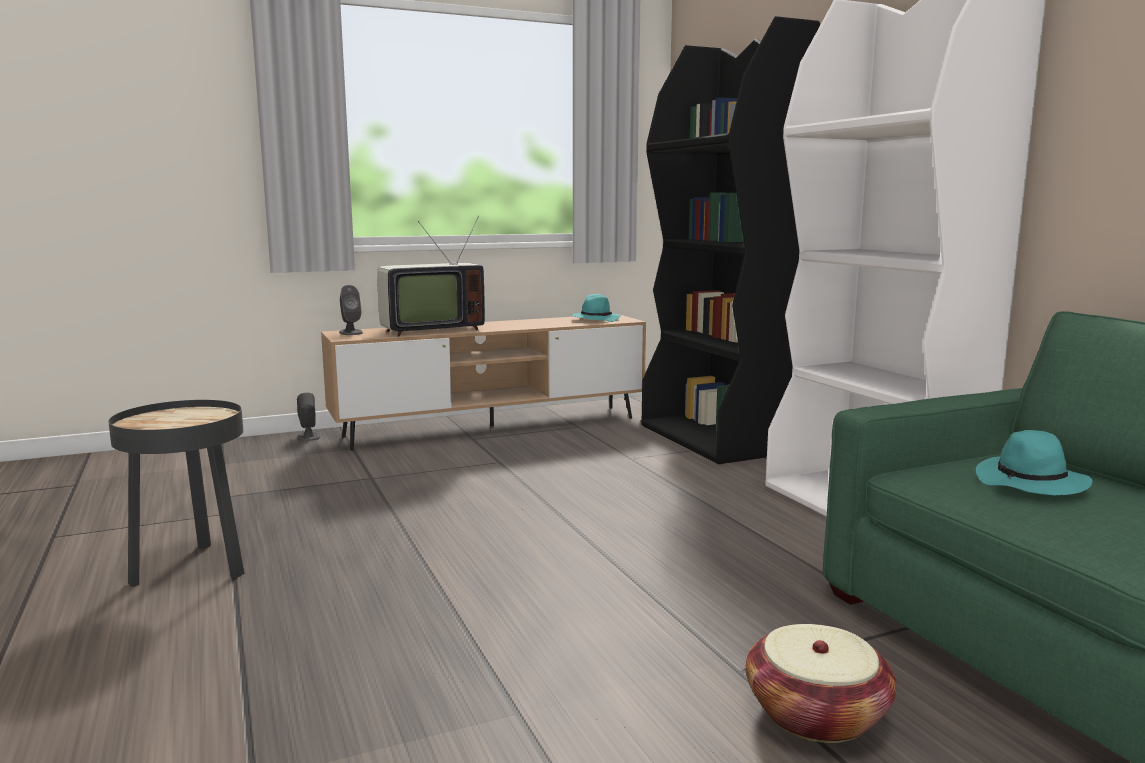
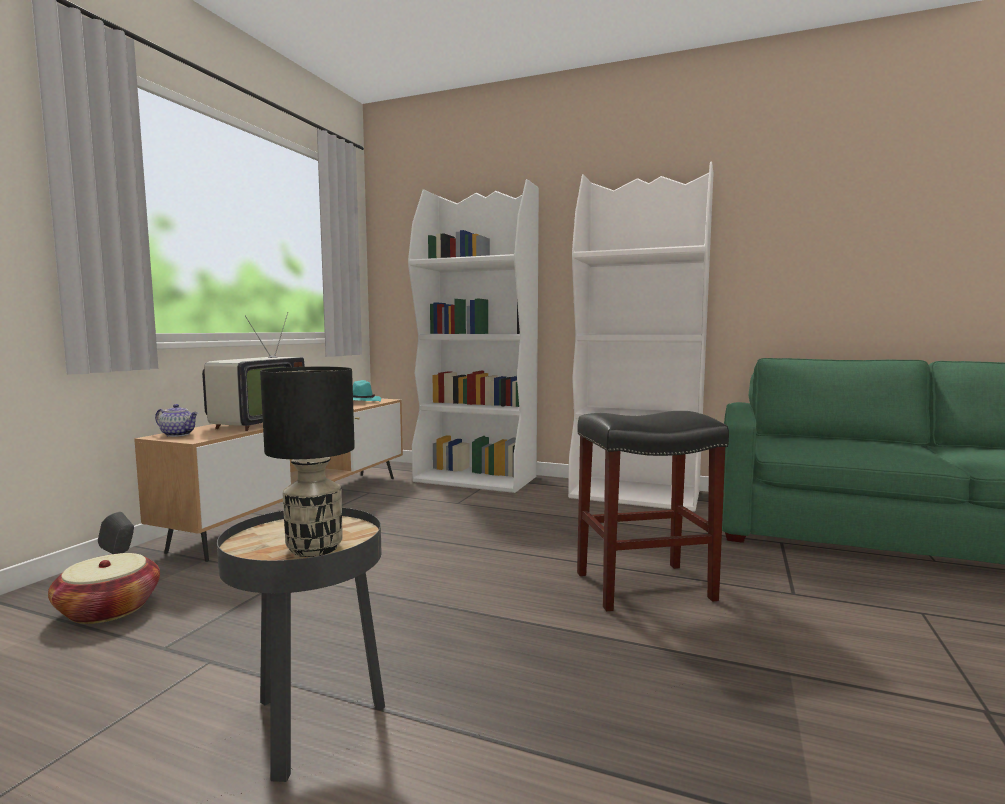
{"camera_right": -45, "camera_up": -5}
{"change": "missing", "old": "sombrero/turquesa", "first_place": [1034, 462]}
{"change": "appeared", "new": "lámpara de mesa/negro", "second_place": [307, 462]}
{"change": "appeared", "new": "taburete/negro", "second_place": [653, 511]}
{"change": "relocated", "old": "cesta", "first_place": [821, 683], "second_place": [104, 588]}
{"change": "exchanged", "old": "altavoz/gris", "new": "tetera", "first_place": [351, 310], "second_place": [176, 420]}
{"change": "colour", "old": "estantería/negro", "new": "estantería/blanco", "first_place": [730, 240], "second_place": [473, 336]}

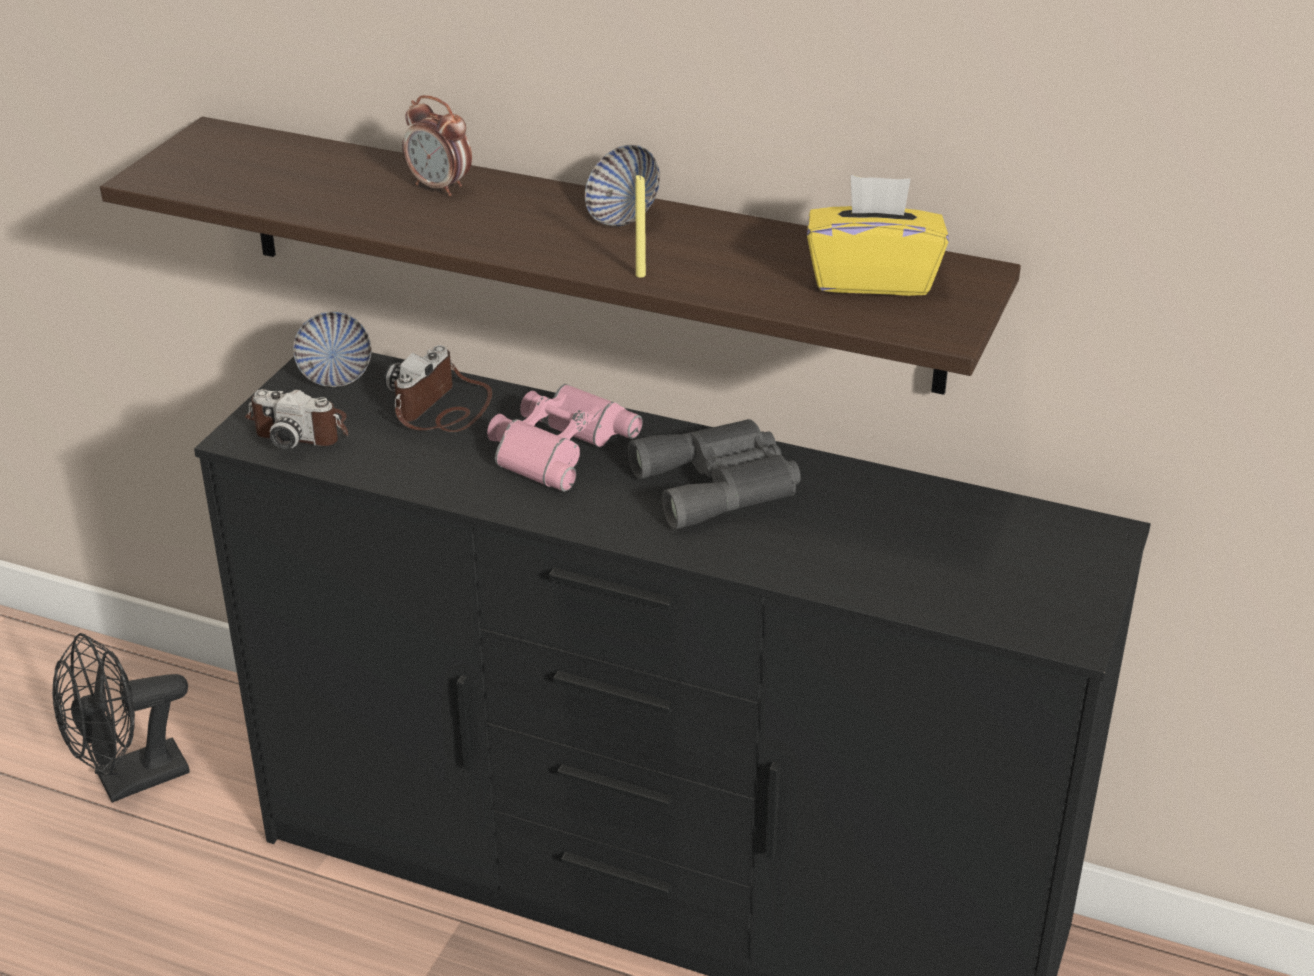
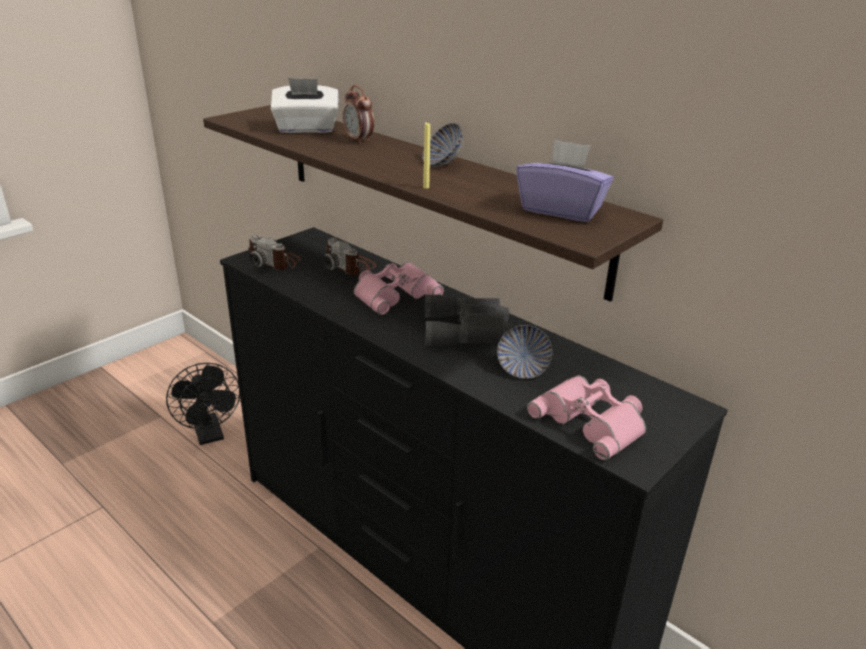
{"camera_right": 20, "camera_up": -5}
{"change": "appeared", "new": "caja de pañuelos/blanco", "second_place": [305, 105]}
{"change": "appeared", "new": "prismáticos/rosa", "second_place": [586, 417]}
{"change": "relocated", "old": "cuenco", "first_place": [332, 349], "second_place": [524, 352]}
{"change": "colour", "old": "caja de pañuelos/amarillo", "new": "caja de pañuelos/morado", "first_place": [877, 235], "second_place": [565, 180]}
{"change": "spun", "old": "ventilador/negro", "first_place": [121, 718], "second_place": [203, 404], "degrees": -105}
{"change": "spun", "old": "cámara", "first_place": [438, 388], "second_place": [349, 256], "degrees": -90}

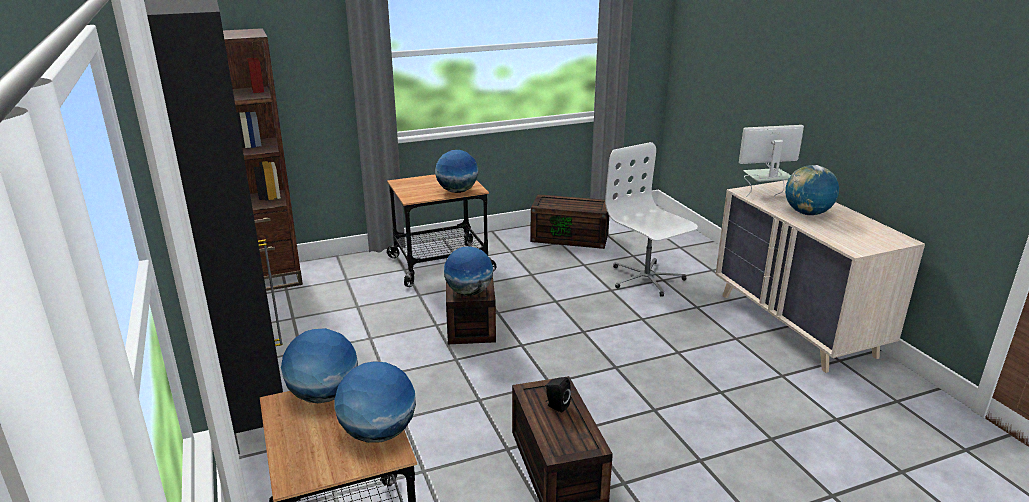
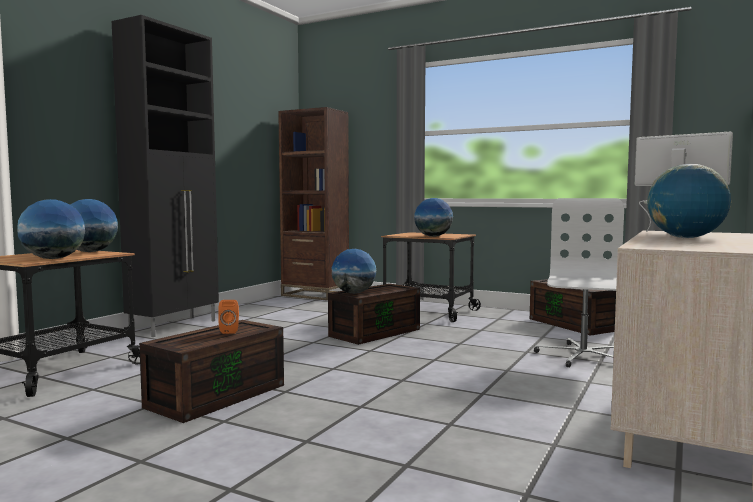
{"camera_right": 50, "camera_up": -20}
{"change": "colour", "old": "altavoz/negro", "new": "altavoz/naranja", "first_place": [558, 395], "second_place": [228, 317]}

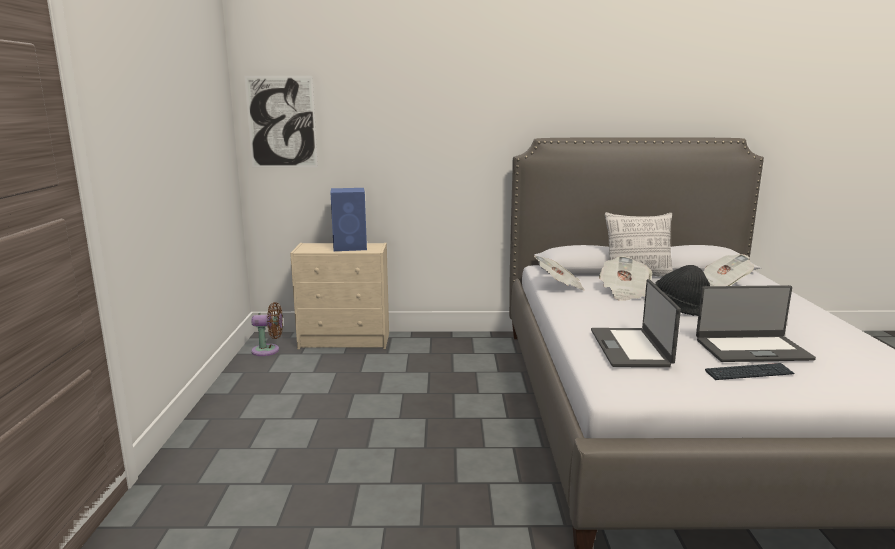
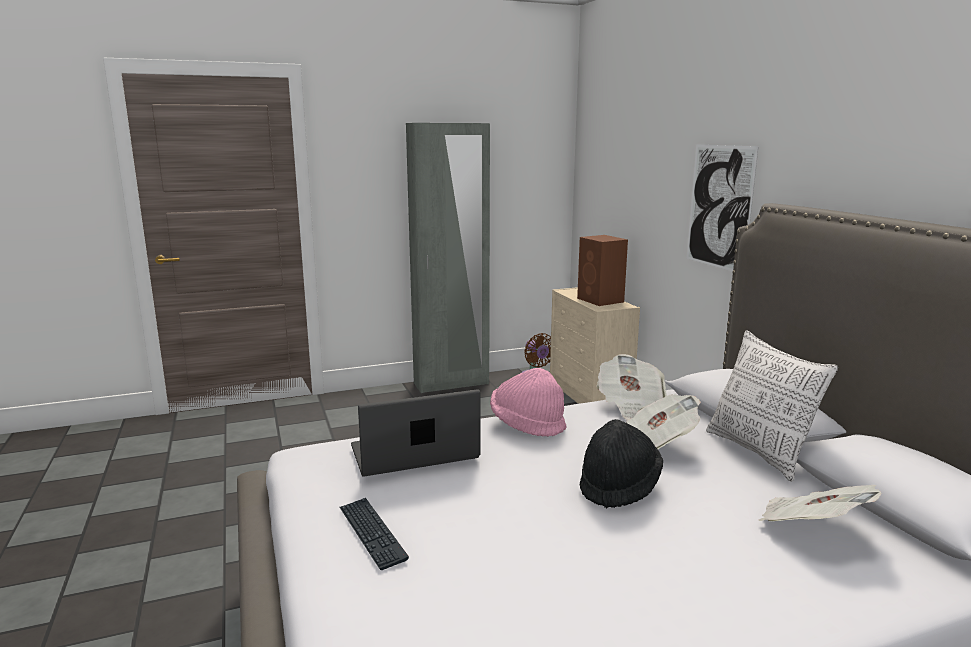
{"camera_right": 70, "camera_up": 0}
{"change": "missing", "old": "portátil", "first_place": [756, 323]}
{"change": "appeared", "new": "armario ropero/gris", "second_place": [448, 258]}
{"change": "appeared", "new": "sombrero/rosa", "second_place": [528, 402]}
{"change": "relocated", "old": "cuadro", "first_place": [281, 121], "second_place": [723, 207]}
{"change": "colour", "old": "altavoz/azul", "new": "altavoz/marrón", "first_place": [349, 219], "second_place": [602, 270]}

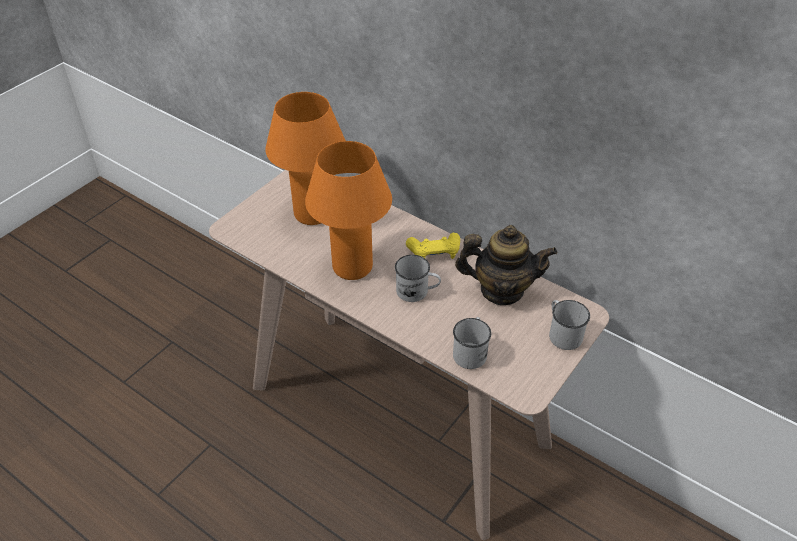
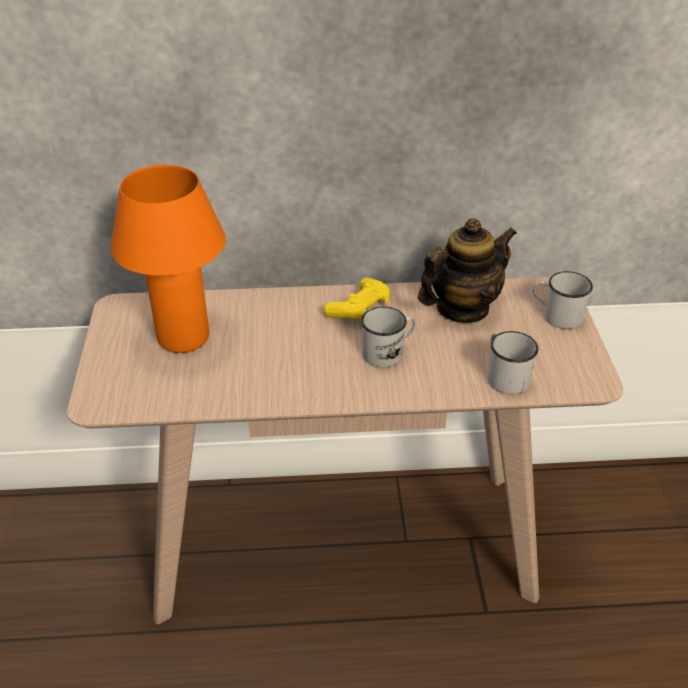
{"camera_right": -40, "camera_up": -5}
{"change": "missing", "old": "lámpara de mesa/naranja", "first_place": [348, 210]}

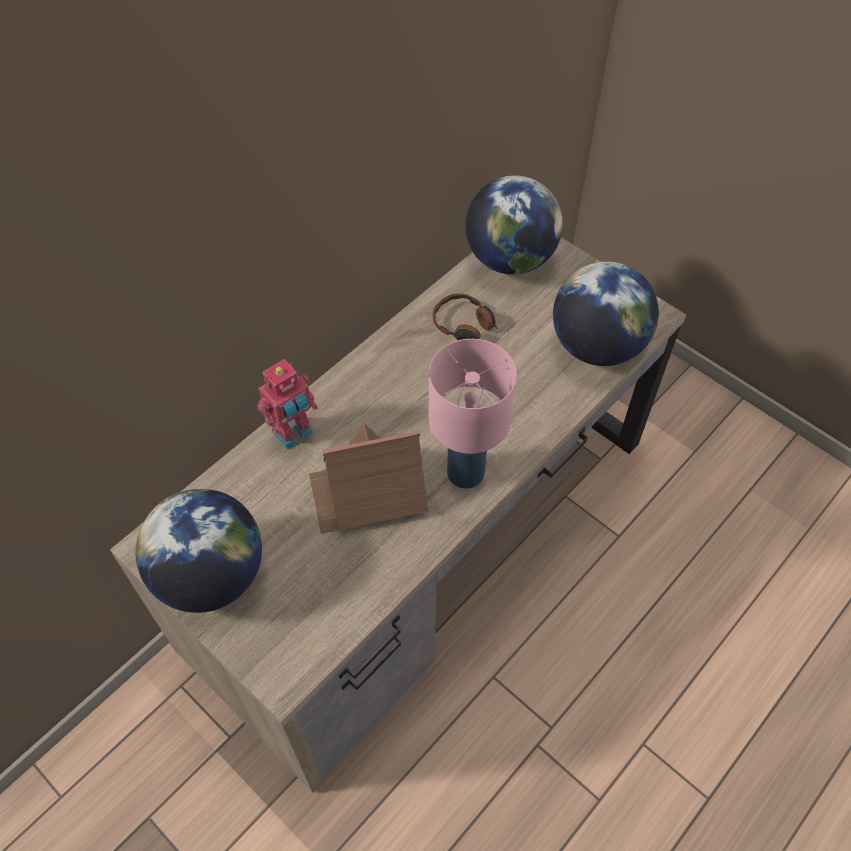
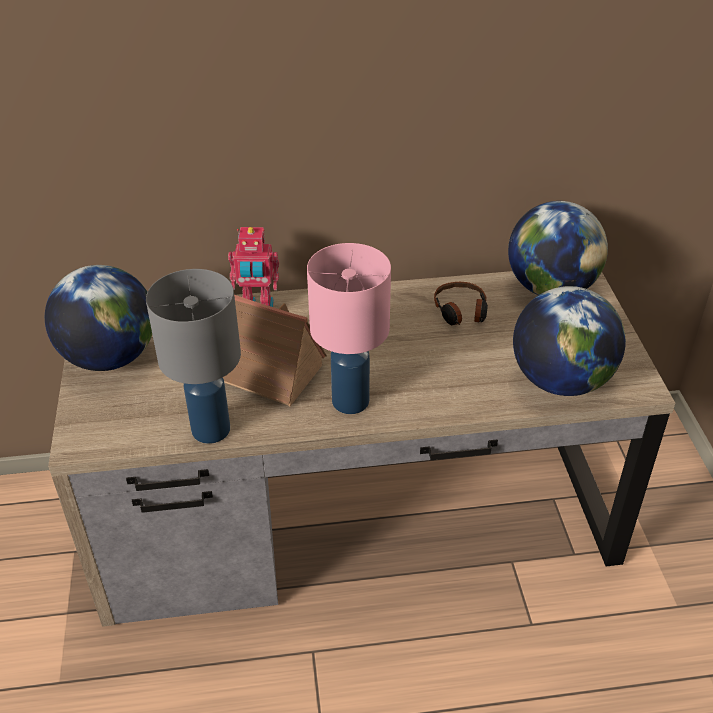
{"camera_right": 40, "camera_up": -15}
{"change": "appeared", "new": "lámpara de mesa/gris", "second_place": [193, 356]}

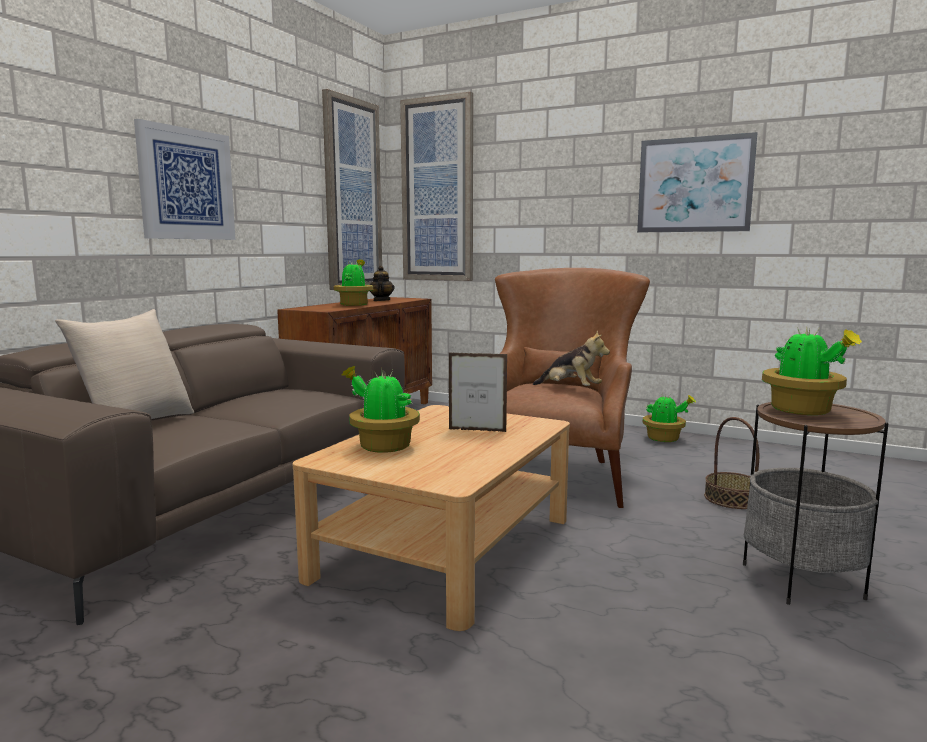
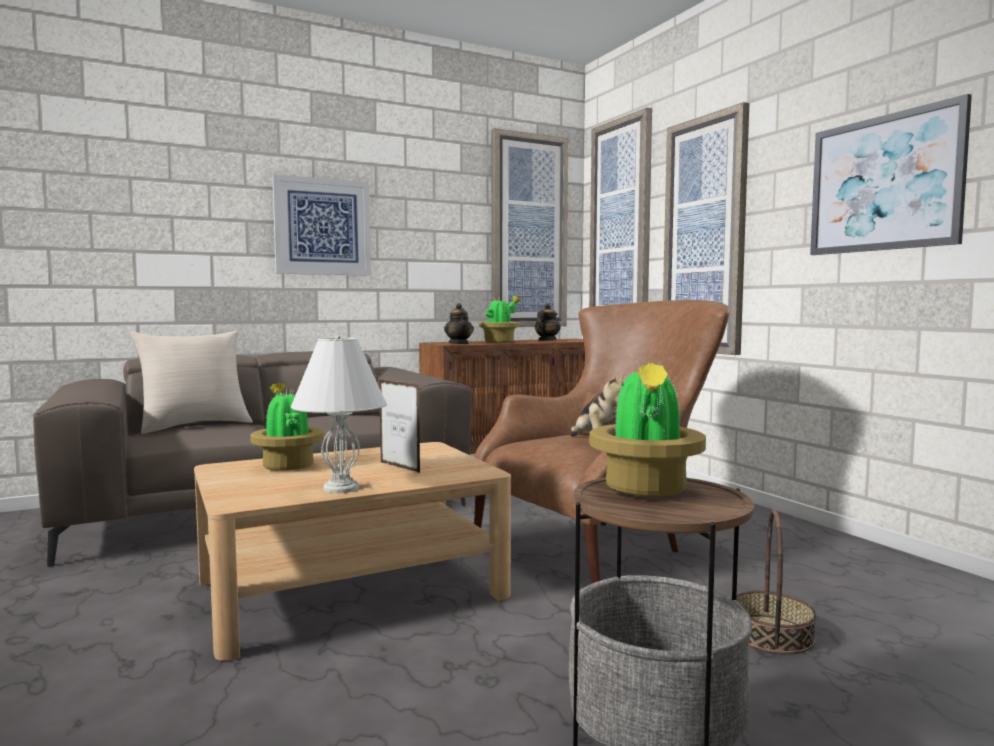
{"camera_right": 35, "camera_up": -5}
{"change": "missing", "old": "planta en maceta", "first_place": [670, 417]}
{"change": "appeared", "new": "lámpara de mesa/blanco", "second_place": [339, 414]}
{"change": "appeared", "new": "tetera", "second_place": [459, 323]}
{"change": "appeared", "new": "cuadro", "second_place": [706, 228]}

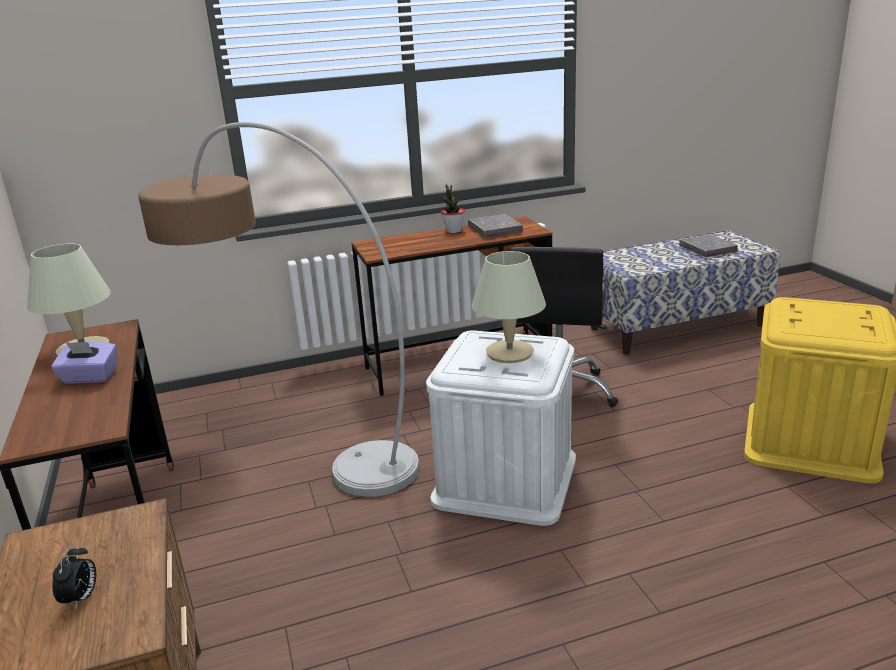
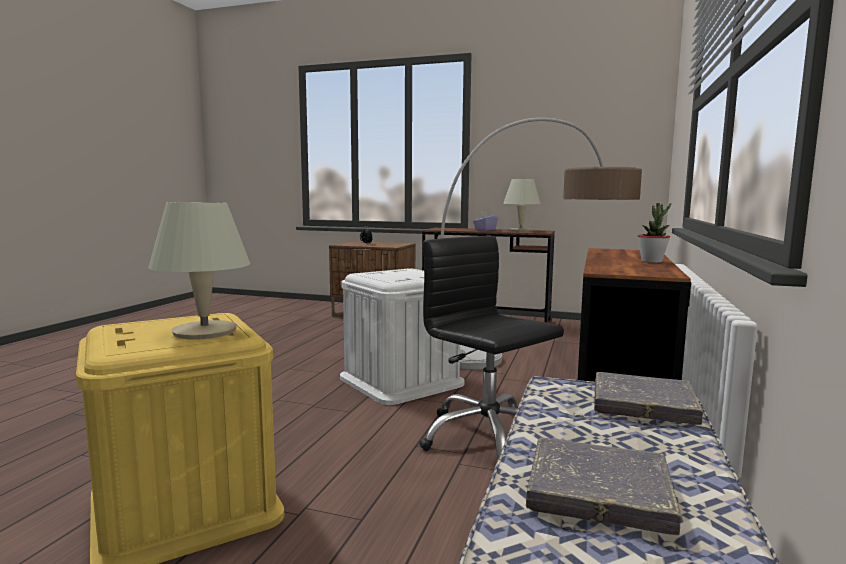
{"camera_right": 125, "camera_up": -15}
{"change": "relocated", "old": "libro/gris", "first_place": [495, 225], "second_place": [648, 398]}
{"change": "relocated", "old": "lámpara de mesa/beis", "first_place": [509, 307], "second_place": [199, 271]}

